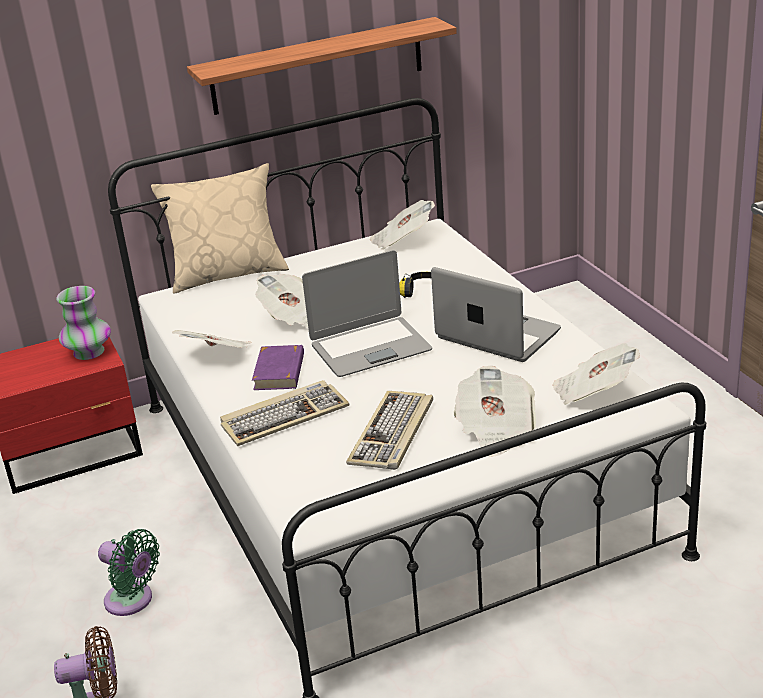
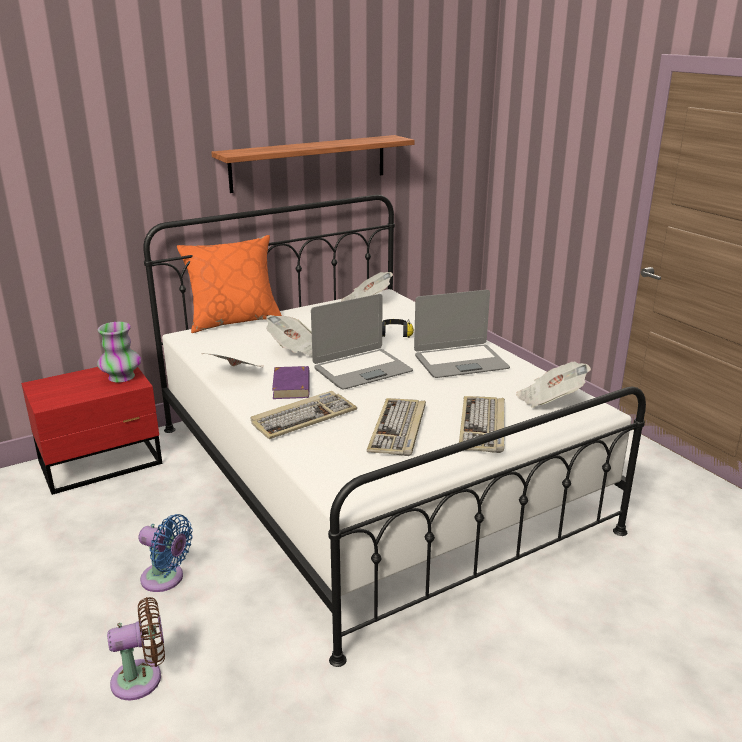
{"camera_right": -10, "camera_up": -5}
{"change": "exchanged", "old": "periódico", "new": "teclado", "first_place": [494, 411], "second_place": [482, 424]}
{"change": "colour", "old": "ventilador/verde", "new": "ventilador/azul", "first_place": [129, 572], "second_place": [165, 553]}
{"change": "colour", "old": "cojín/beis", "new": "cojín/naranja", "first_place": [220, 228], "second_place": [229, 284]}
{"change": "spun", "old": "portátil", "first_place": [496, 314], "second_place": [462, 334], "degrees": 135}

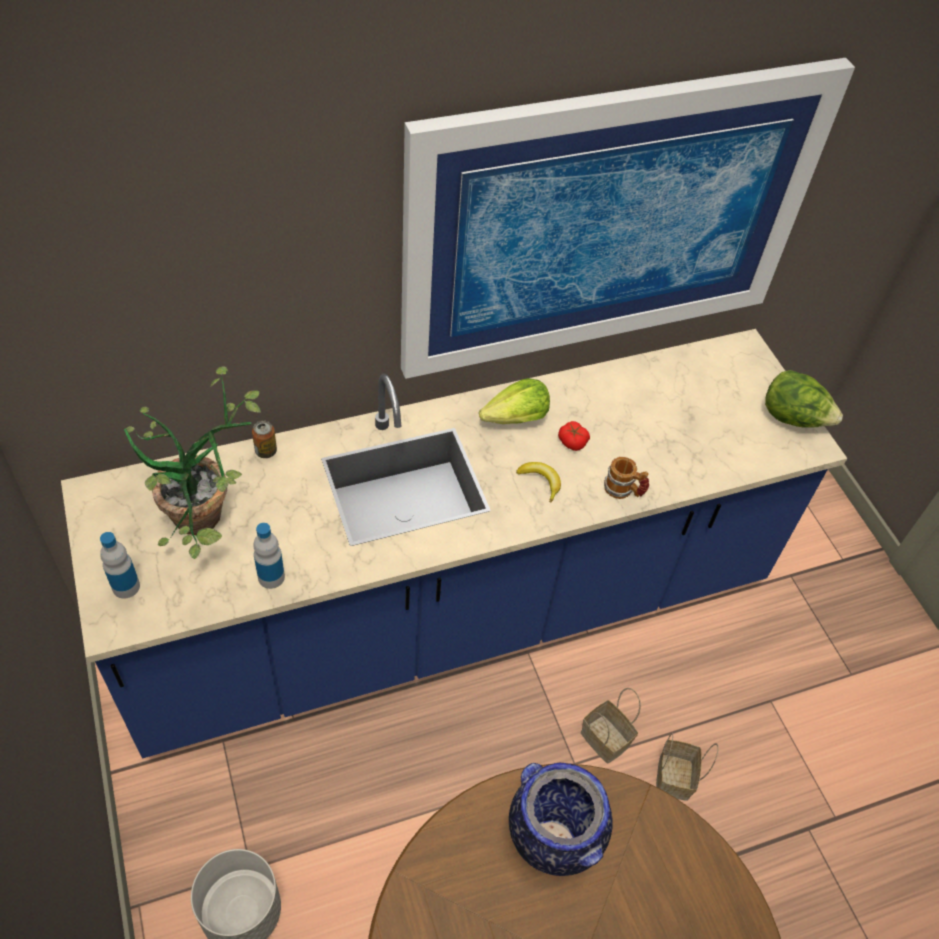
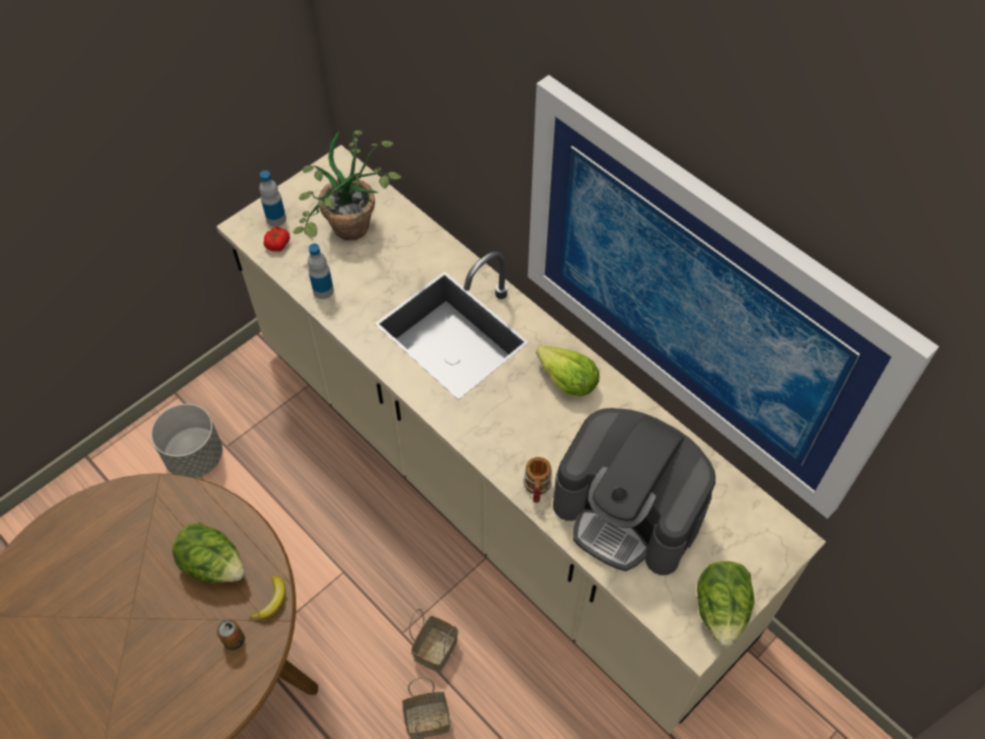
{"camera_right": 70, "camera_up": 5}
{"change": "appeared", "new": "cafetera", "second_place": [634, 491]}
{"change": "relocated", "old": "lata", "first_place": [264, 439], "second_place": [231, 634]}
{"change": "relocated", "old": "plátano", "first_place": [538, 482], "second_place": [267, 597]}
{"change": "relocated", "old": "tomate", "first_place": [574, 436], "second_place": [277, 239]}
{"change": "exchanged", "old": "florero", "new": "lechuga", "first_place": [561, 819], "second_place": [208, 553]}
{"change": "colour", "old": "mueble bajo de cocina/azul", "new": "mueble bajo de cocina/beis", "first_place": [454, 543], "second_place": [521, 439]}

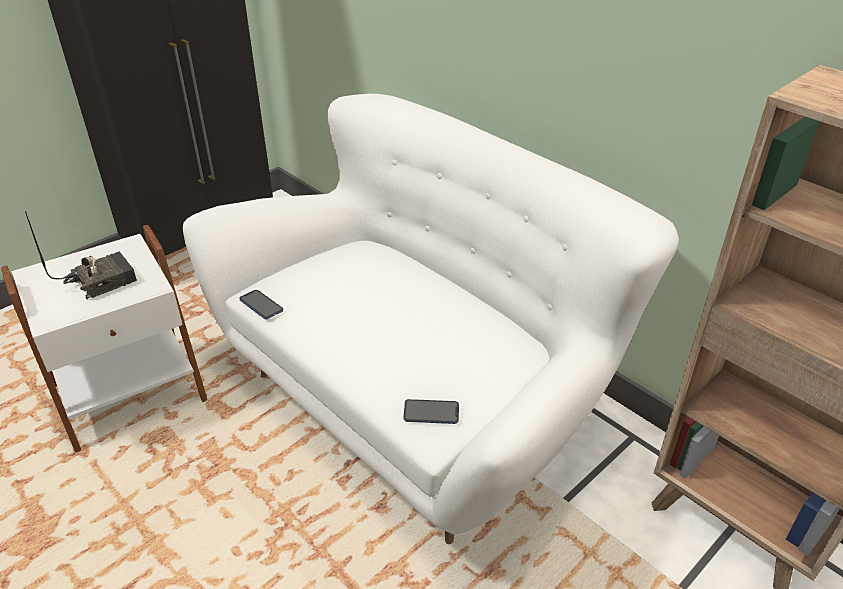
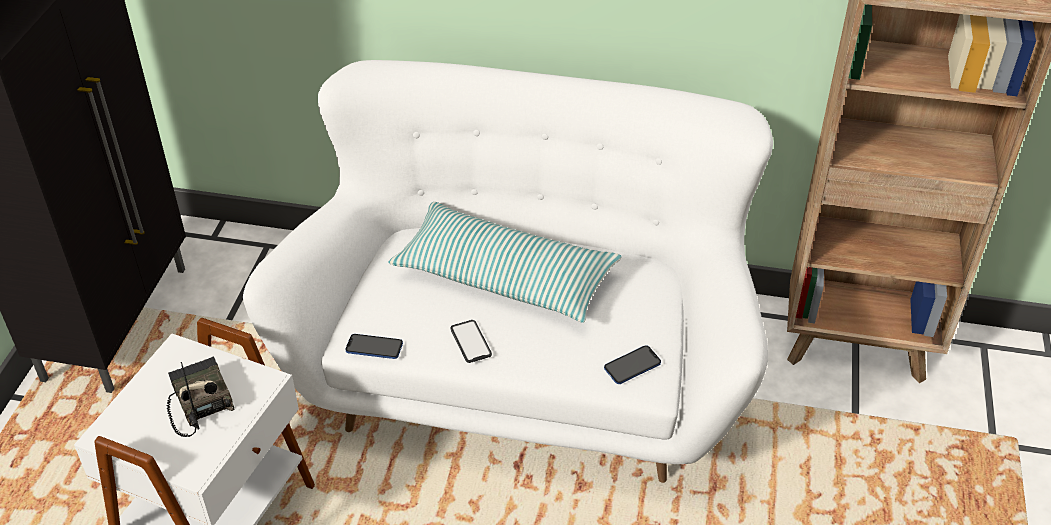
{"camera_right": -35, "camera_up": 5}
{"change": "appeared", "new": "cojín", "second_place": [505, 262]}
{"change": "appeared", "new": "móvil", "second_place": [471, 341]}
{"change": "spun", "old": "radio", "first_place": [81, 255], "second_place": [201, 397], "degrees": -45}

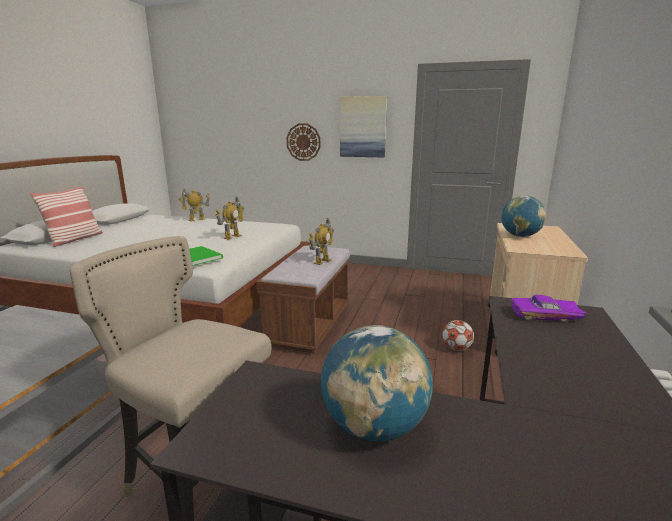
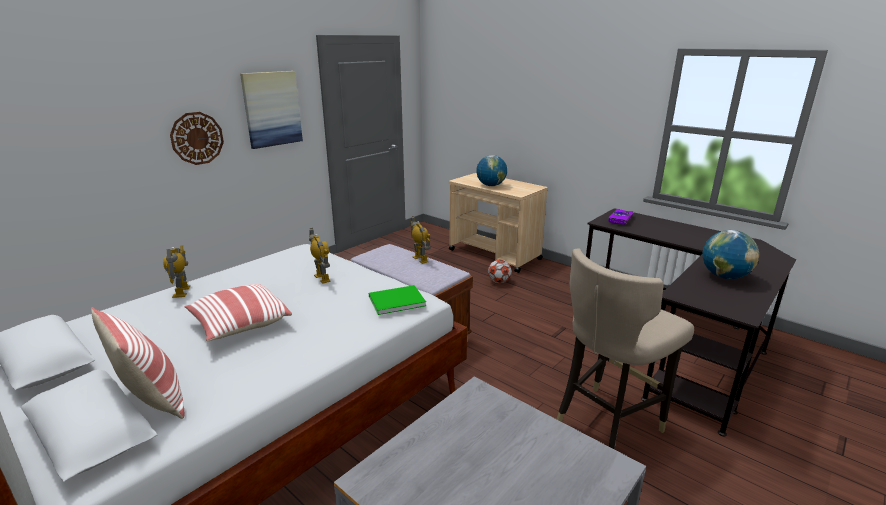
{"camera_right": -65, "camera_up": 5}
{"change": "appeared", "new": "cojín", "second_place": [238, 312]}

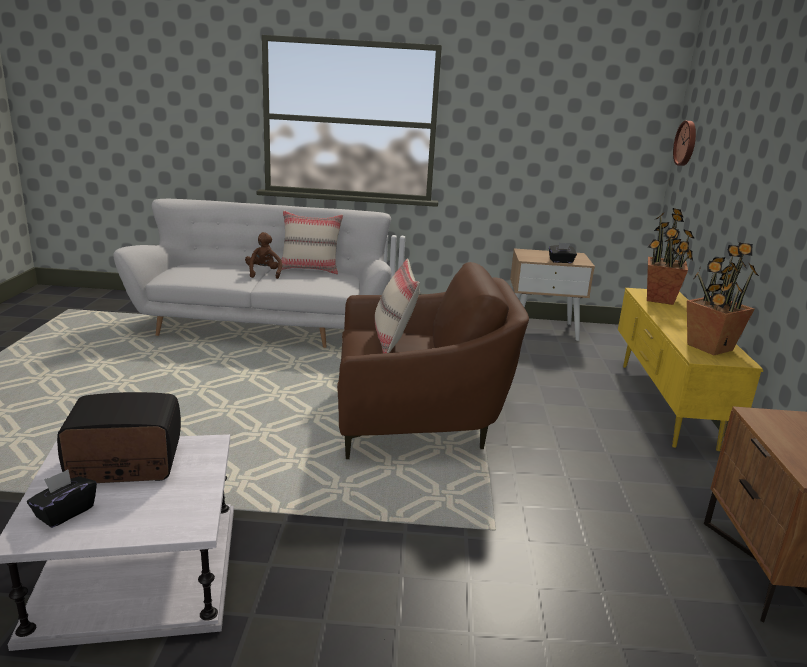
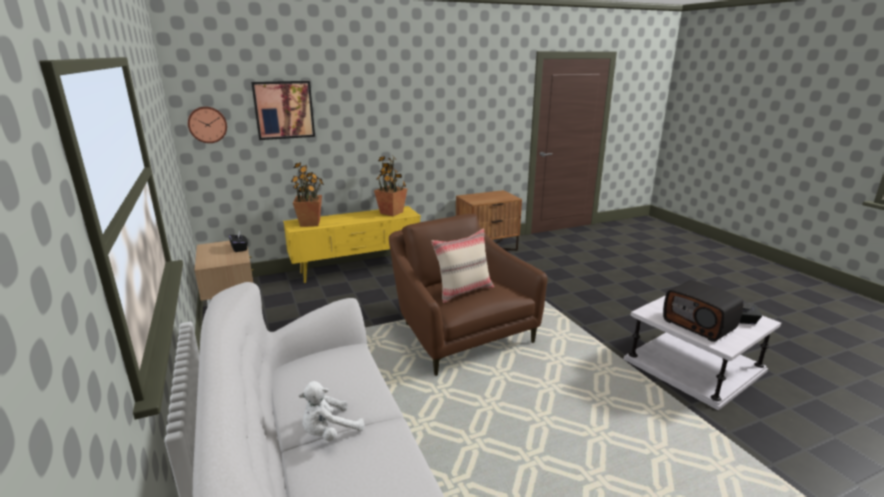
{"camera_right": -115, "camera_up": 0}
{"change": "missing", "old": "cojín/beis", "first_place": [312, 242]}
{"change": "appeared", "new": "cuadro", "second_place": [283, 110]}
{"change": "colour", "old": "peluche/marrón", "new": "peluche/blanco", "first_place": [263, 255], "second_place": [332, 411]}

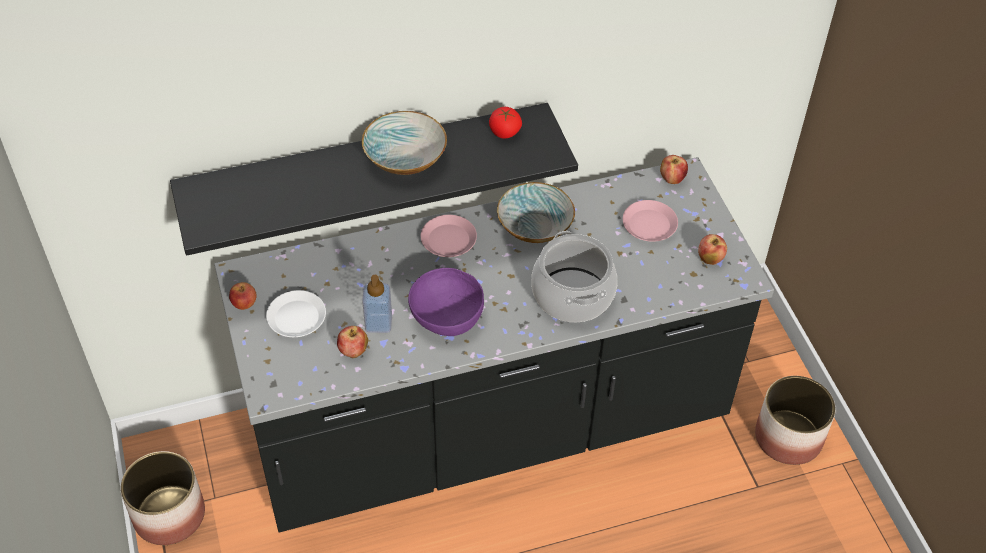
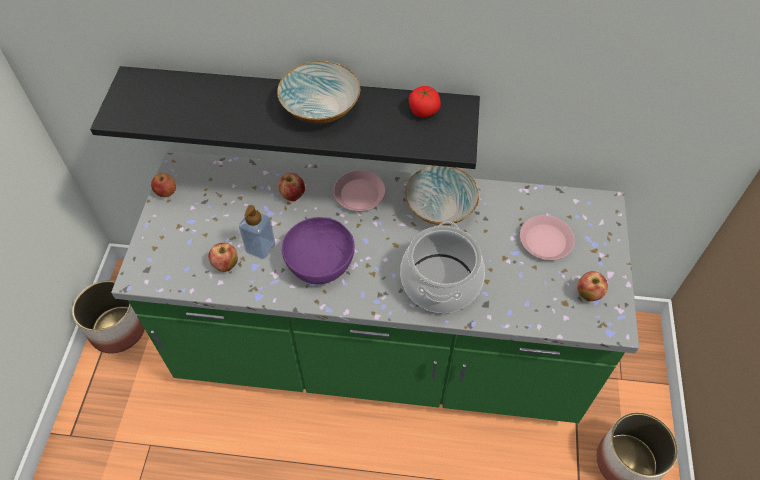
{"camera_right": 25, "camera_up": 5}
{"change": "missing", "old": "plato/blanco", "first_place": [296, 313]}
{"change": "relocated", "old": "manzana", "first_place": [674, 169], "second_place": [291, 187]}
{"change": "colour", "old": "mueble bajo de cocina/negro", "new": "mueble bajo de cocina/verde", "first_place": [494, 344], "second_place": [375, 287]}

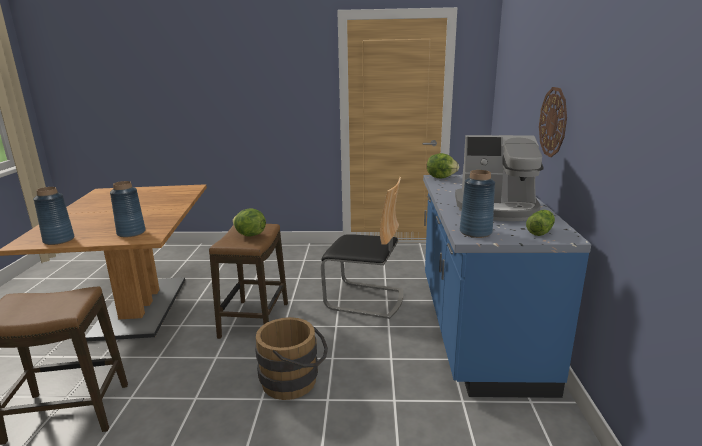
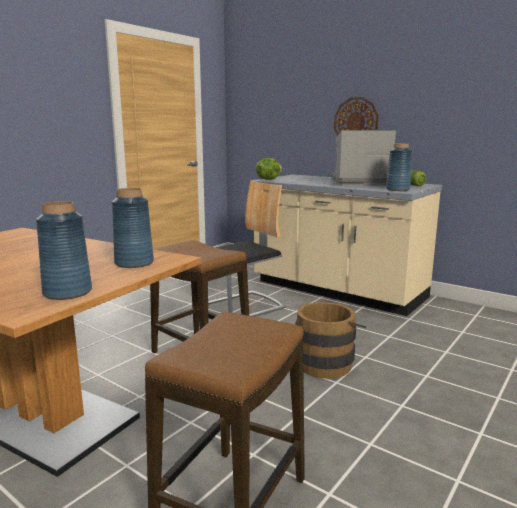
{"camera_right": -55, "camera_up": -5}
{"change": "missing", "old": "lechuga", "first_place": [249, 222]}
{"change": "colour", "old": "mueble bajo de cocina/azul", "new": "mueble bajo de cocina/beis", "first_place": [507, 286], "second_place": [346, 245]}
{"change": "spun", "old": "cafetera", "first_place": [499, 178], "second_place": [363, 158], "degrees": -135}

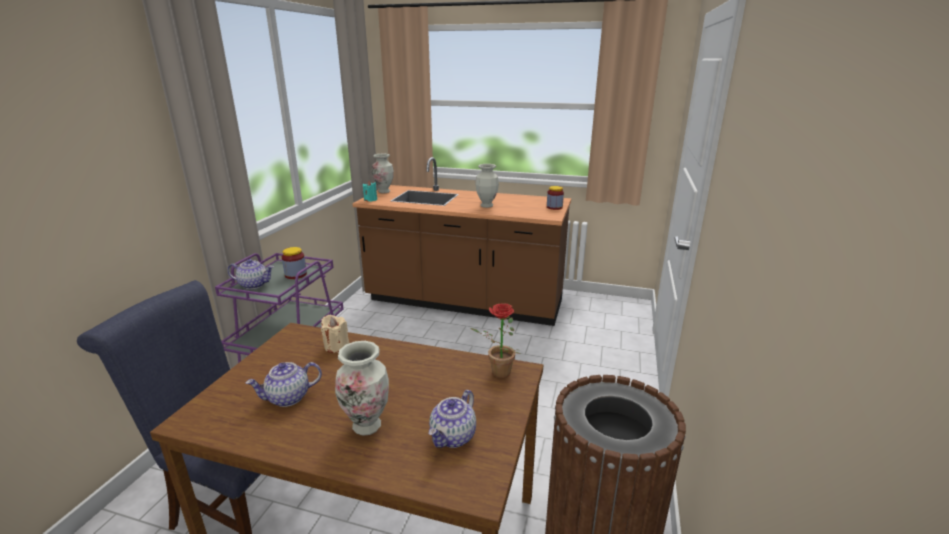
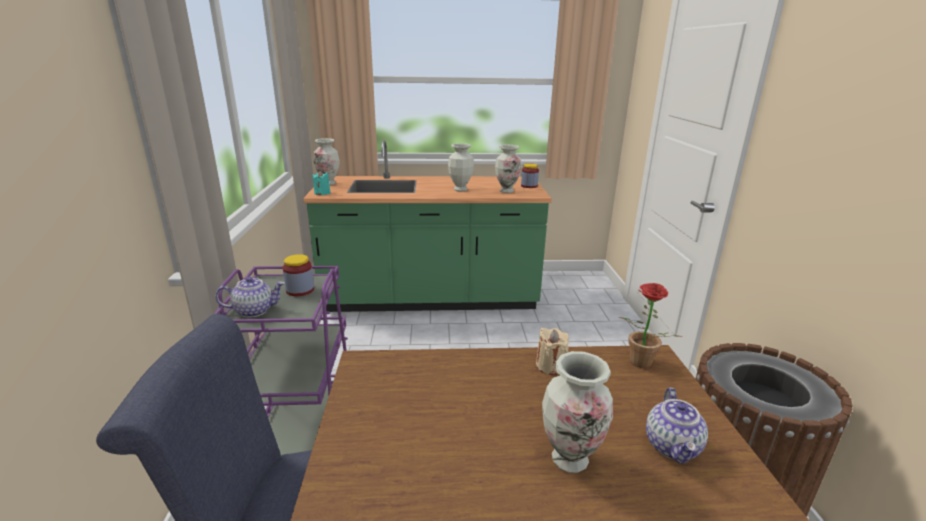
{"camera_right": -20, "camera_up": 0}
{"change": "missing", "old": "tetera", "first_place": [284, 384]}
{"change": "appeared", "new": "florero", "second_place": [508, 169]}
{"change": "relocated", "old": "vela/beis", "first_place": [335, 334], "second_place": [552, 351]}
{"change": "colour", "old": "mueble bajo de cocina/marrón", "new": "mueble bajo de cocina/verde", "first_place": [461, 241], "second_place": [427, 226]}

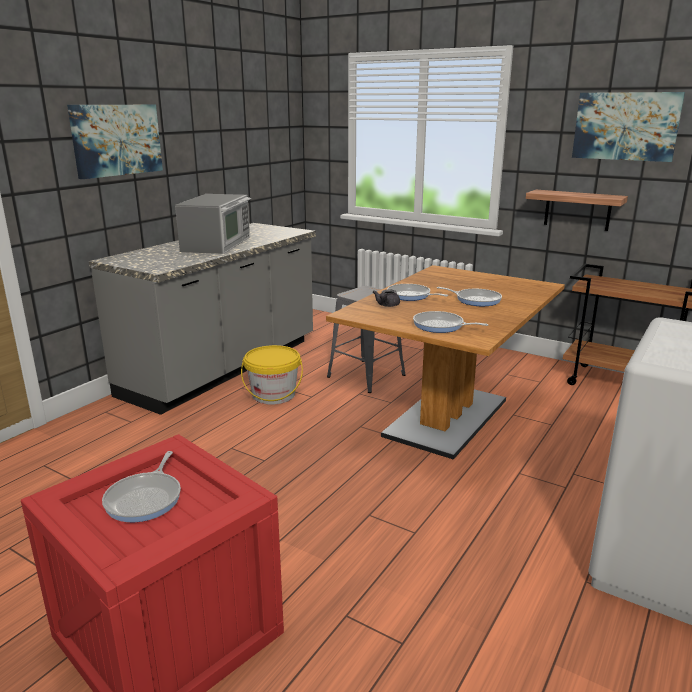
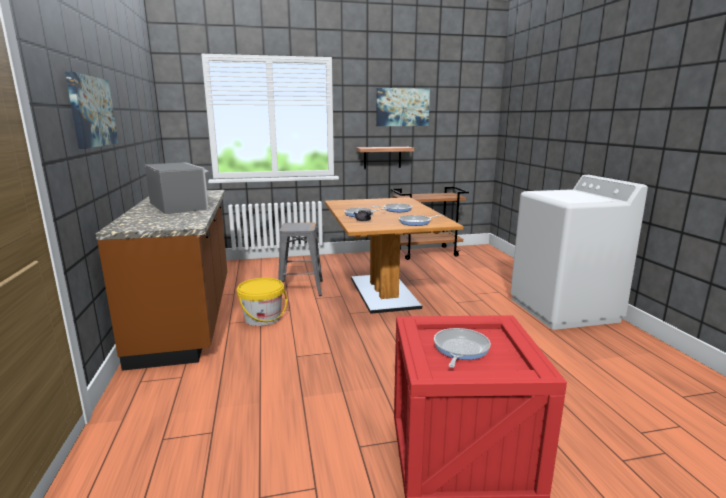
{"camera_right": -45, "camera_up": -5}
{"change": "colour", "old": "mueble bajo de cocina/gris", "new": "mueble bajo de cocina/marrón", "first_place": [202, 319], "second_place": [161, 280]}
{"change": "spun", "old": "sartén", "first_place": [141, 486], "second_place": [462, 348], "degrees": -120}

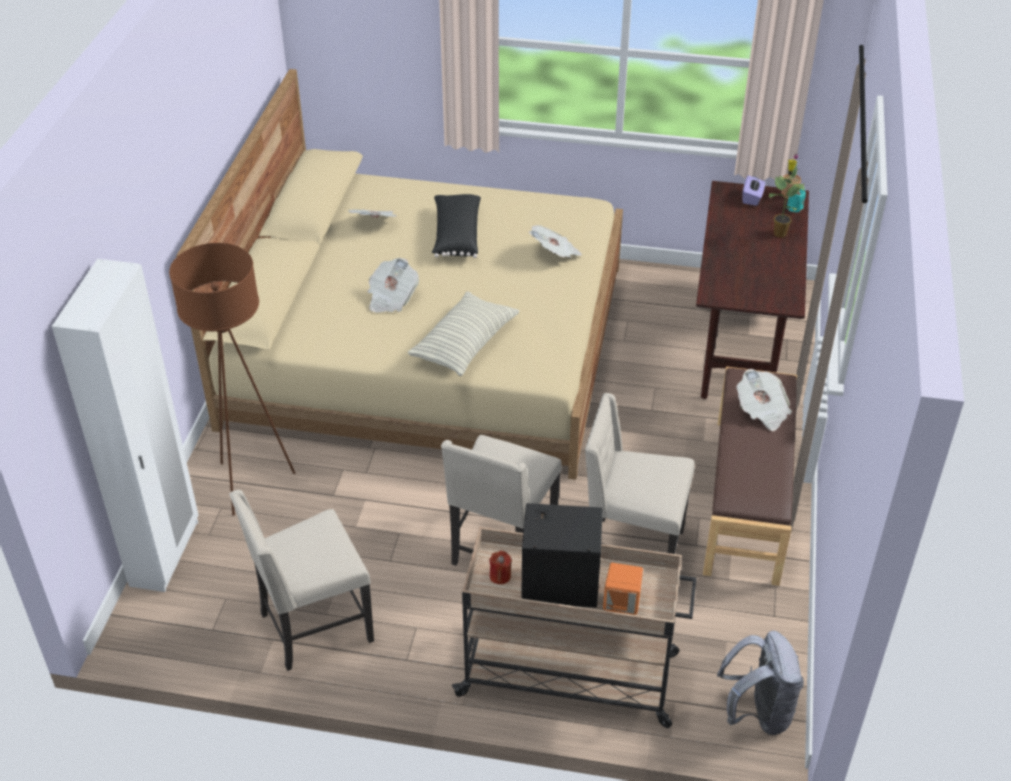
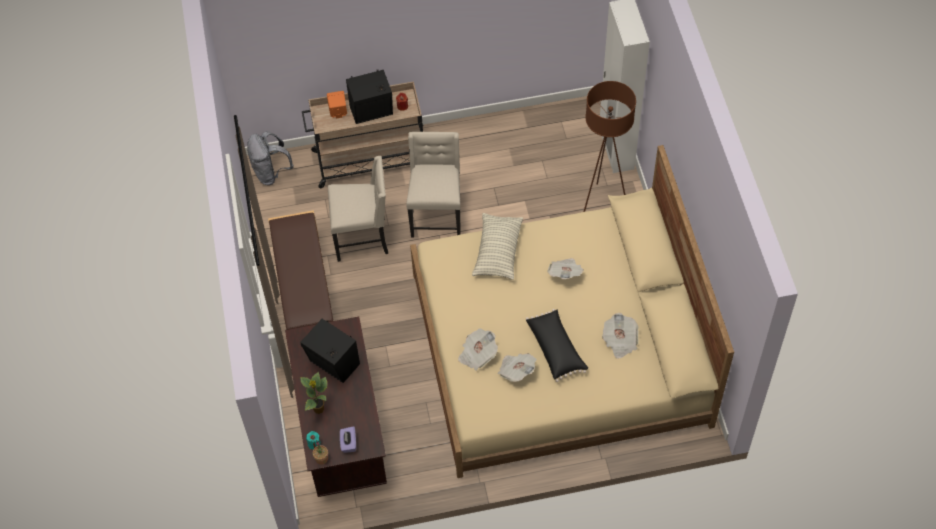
{"camera_right": 160, "camera_up": 15}
{"change": "missing", "old": "silla/beis", "first_place": [301, 580]}
{"change": "appeared", "new": "altavoz/negro", "second_place": [330, 351]}
{"change": "relocated", "old": "periódico", "first_place": [764, 400], "second_place": [517, 367]}

